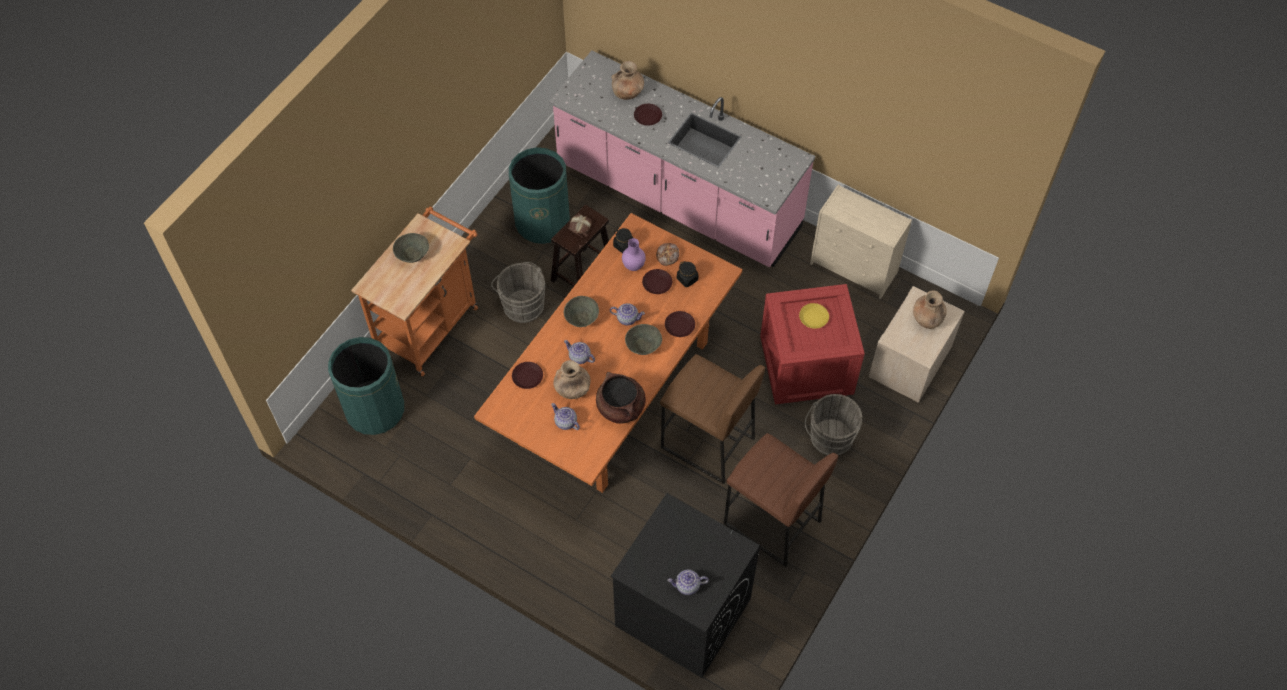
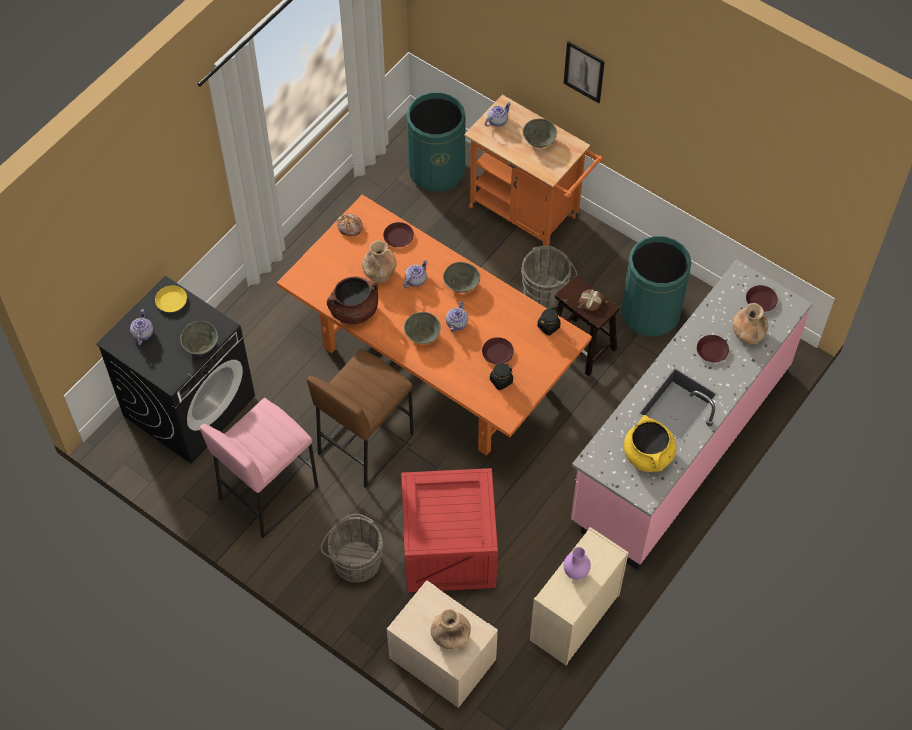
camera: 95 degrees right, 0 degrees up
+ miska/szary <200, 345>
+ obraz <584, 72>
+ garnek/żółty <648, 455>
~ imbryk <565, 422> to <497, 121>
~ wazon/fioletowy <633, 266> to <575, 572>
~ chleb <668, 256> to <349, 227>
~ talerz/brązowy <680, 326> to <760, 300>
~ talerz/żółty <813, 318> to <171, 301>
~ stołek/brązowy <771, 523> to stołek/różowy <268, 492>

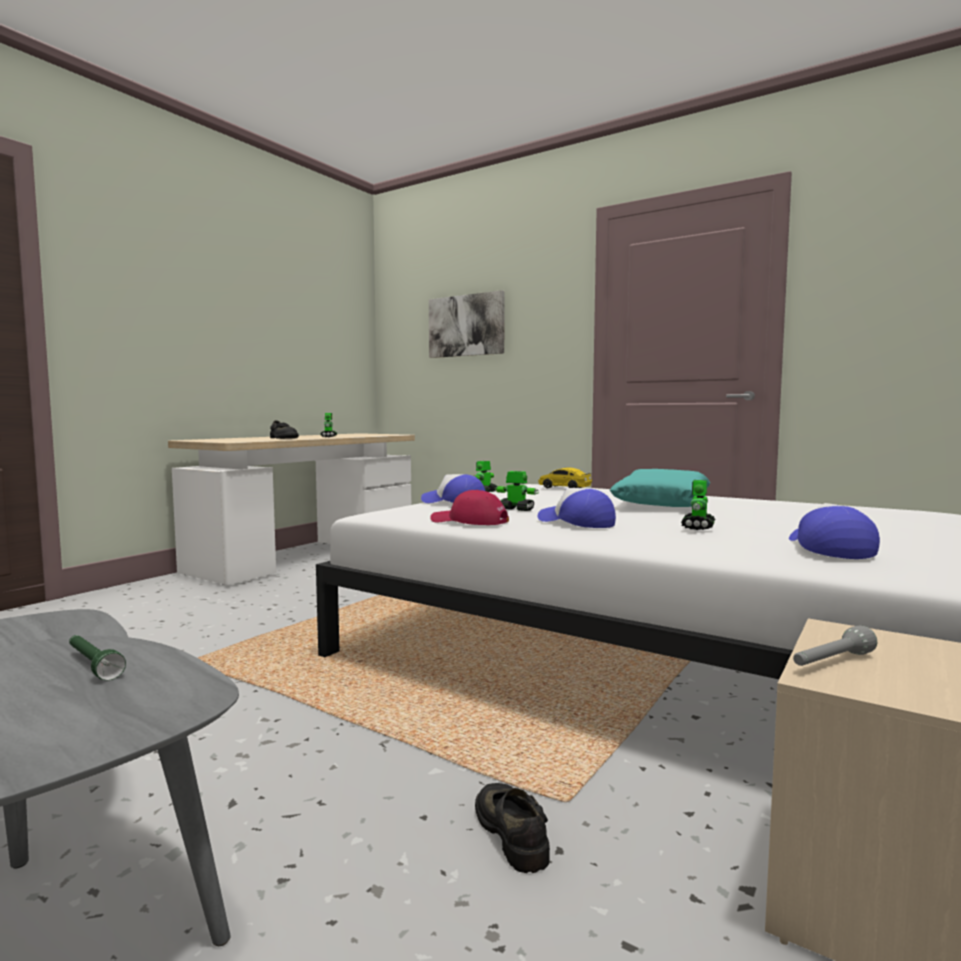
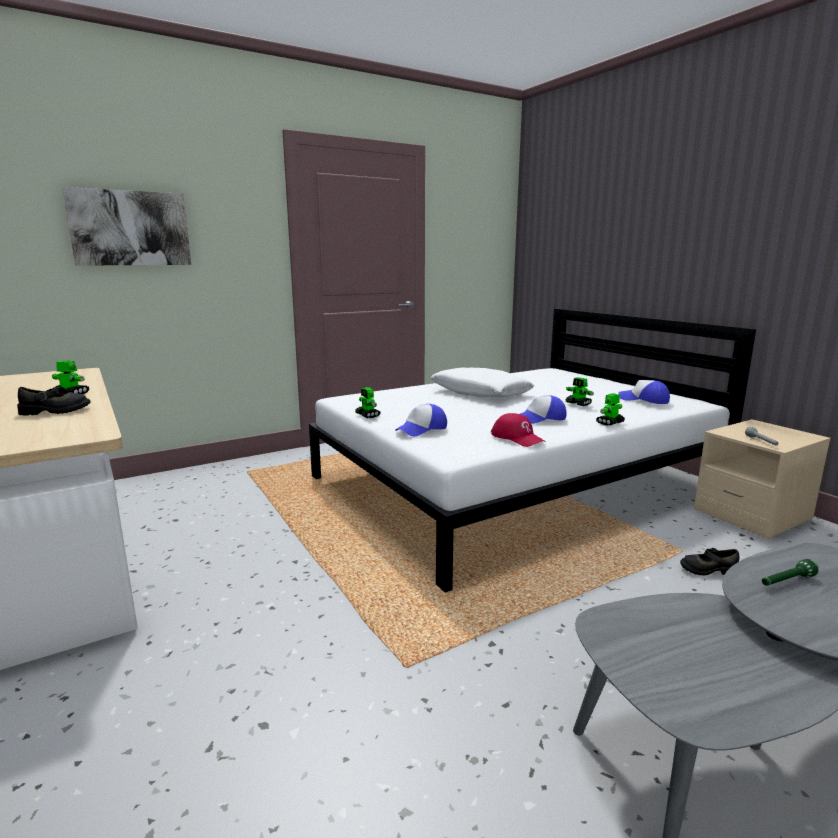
camera: 65 degrees left, 10 degrees up
- samochodzik <564, 488>
~ robot zabawkowy <516, 509> to <609, 423>
~ poduszka/turkusowy <662, 503> to poduszka/biały <480, 393>
~ czapka z daszkiem/czerwony <469, 521> = <517, 438> 90 degrees counterclockwise

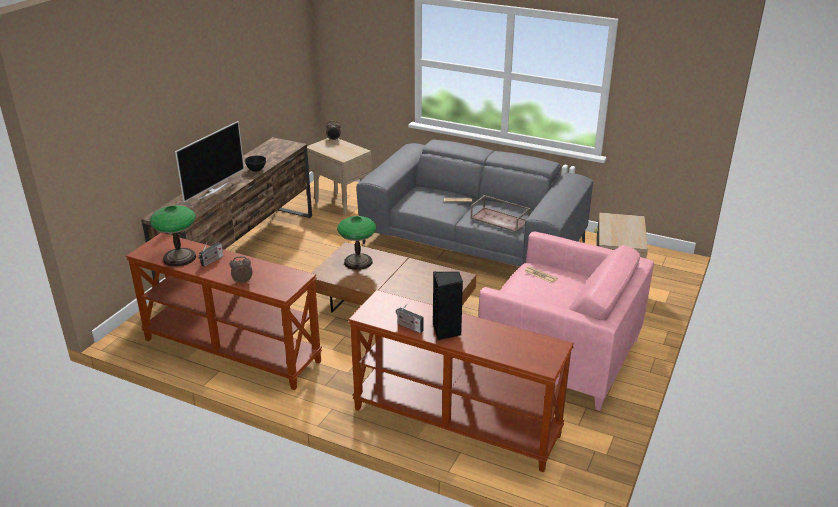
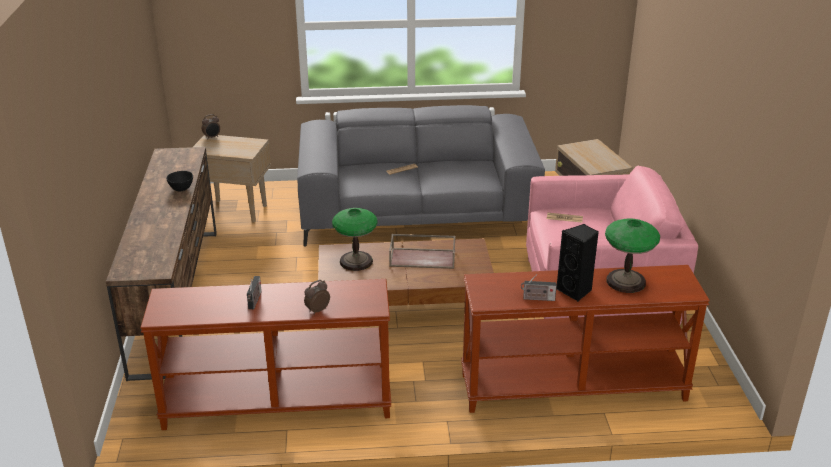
camera: 30 degrees left, 0 degrees up
- telewizor <213, 191>
~ lampa stołowa <180, 258> to <626, 281>
~ taca/brązowy <500, 219> to <423, 258>

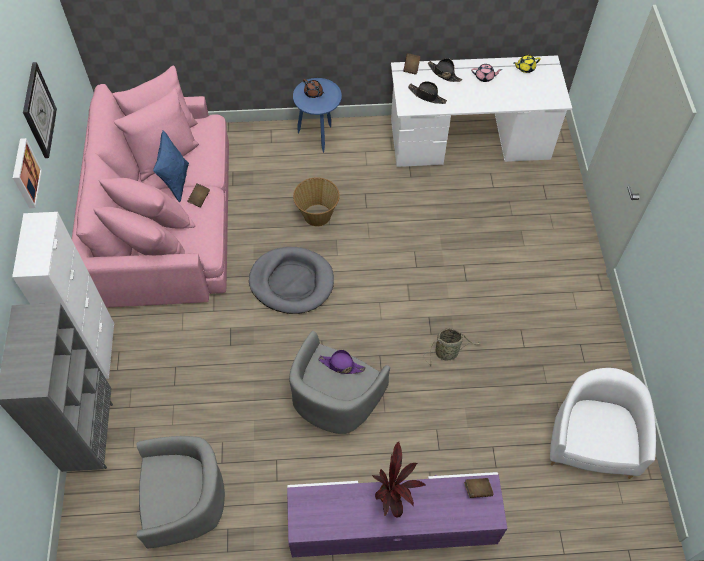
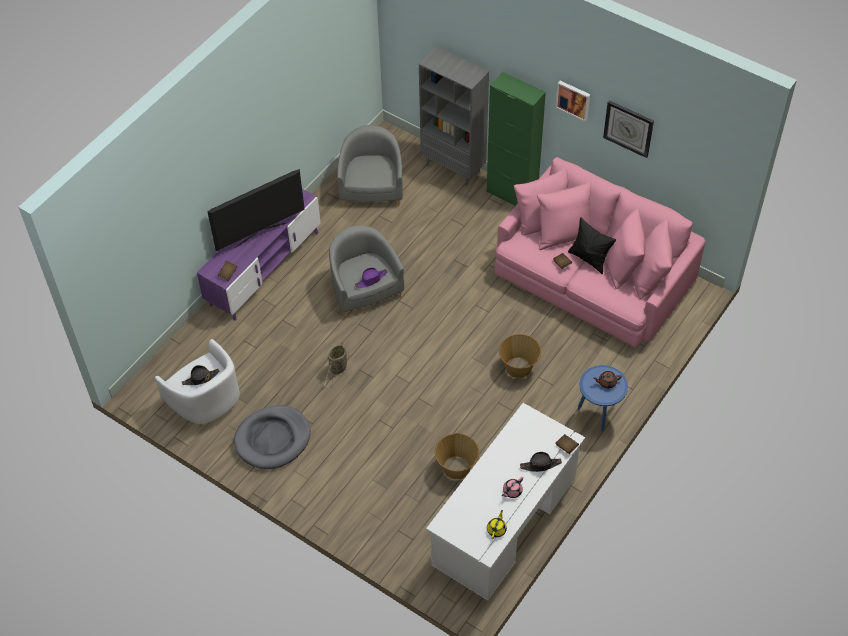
camera: 130 degrees right, 5 degrees down
+ koszyk <456, 468>
~ legowisko/szary <292, 282> to <273, 439>
~ kapelusz/czarny <427, 96> to <200, 378>
~ roślina doniczkowa <394, 502> to telewizor <261, 234>
~ szafka/biały <97, 351> to szafka/zielony <511, 195>
~ poduszka/niebieski <176, 182> to poduszka/czarny <589, 259>
~ fotel/szary <185, 502> = <372, 188> 150 degrees clockwise

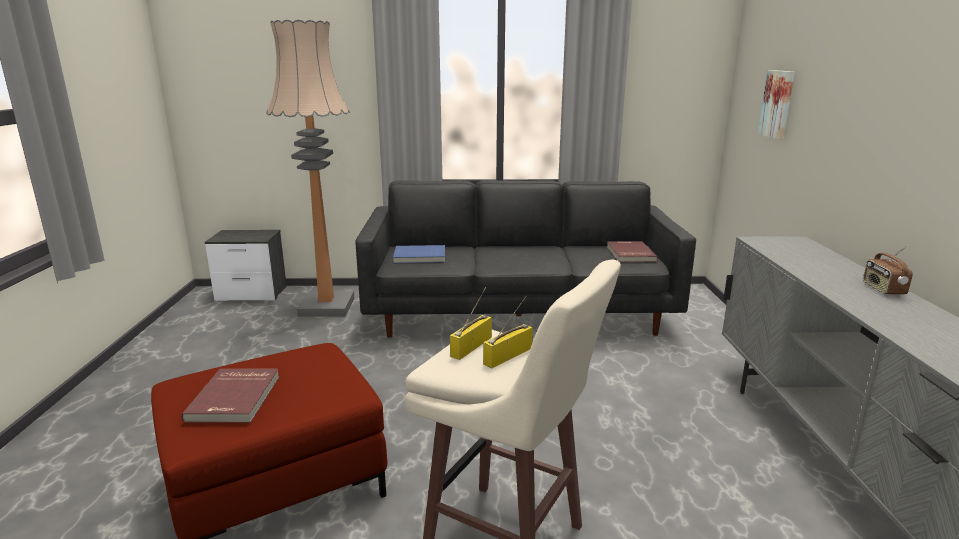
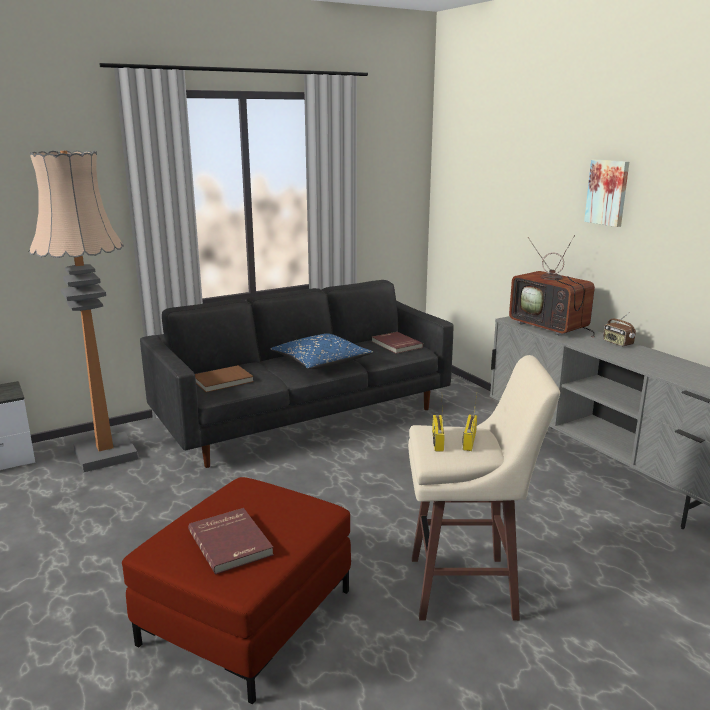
camera: 30 degrees left, 0 degrees up
+ poduszka/niebieski <321, 362>
+ telewizor <551, 327>
~ obraz <778, 104> to <608, 192>
~ książka/niebieski <419, 257> to książka/brązowy <223, 381>

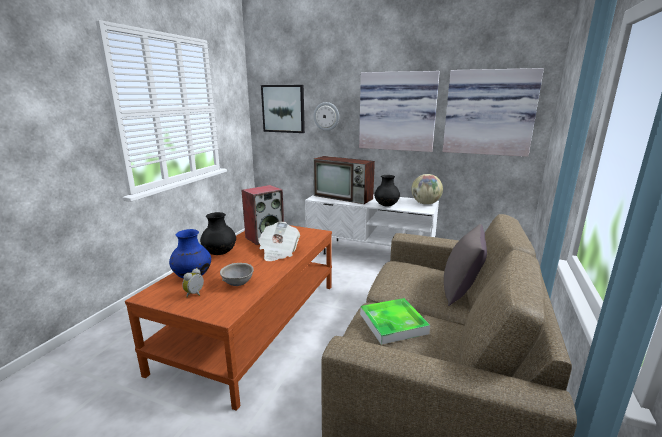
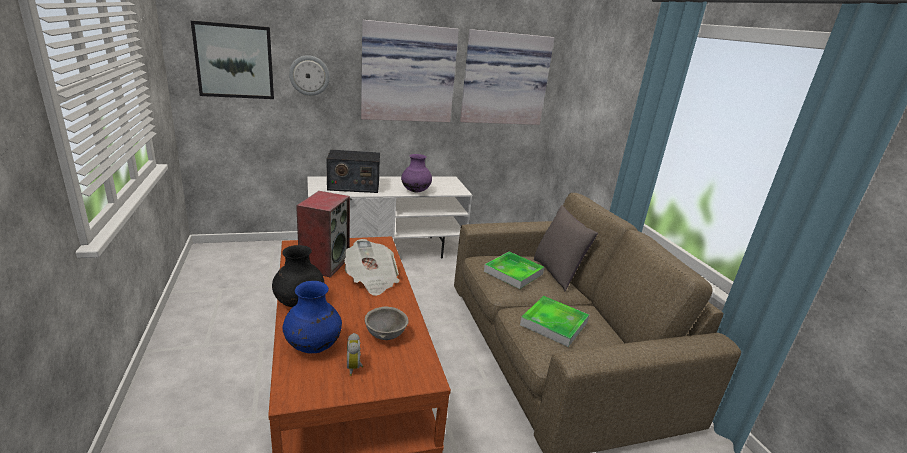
camera: 40 degrees left, 5 degrees up
- globus <425, 203>
+ taca <513, 273>
~ telewizor <344, 197> to radio <353, 186>
~ wazon/czarny <386, 206> to wazon/fioletowy <415, 191>

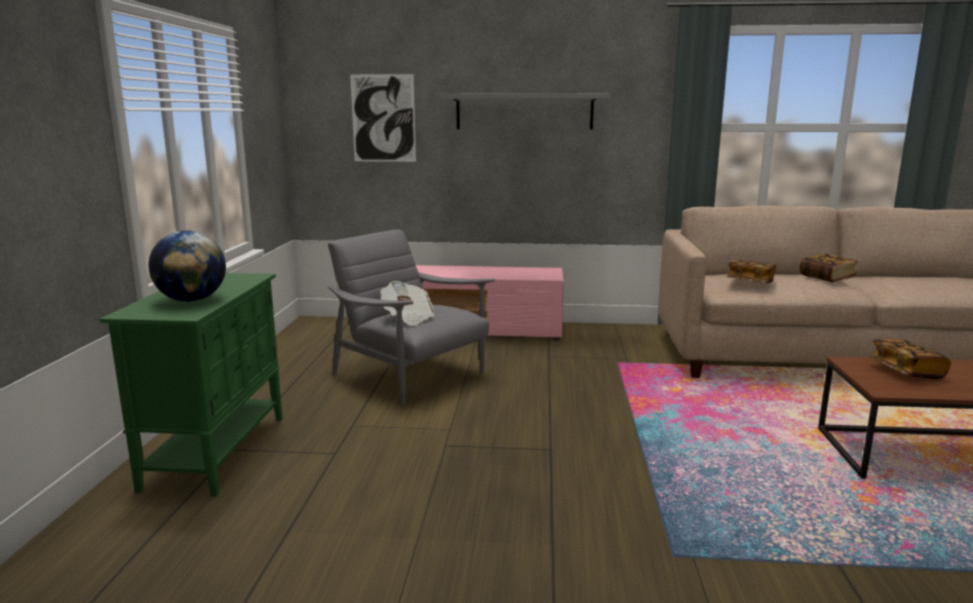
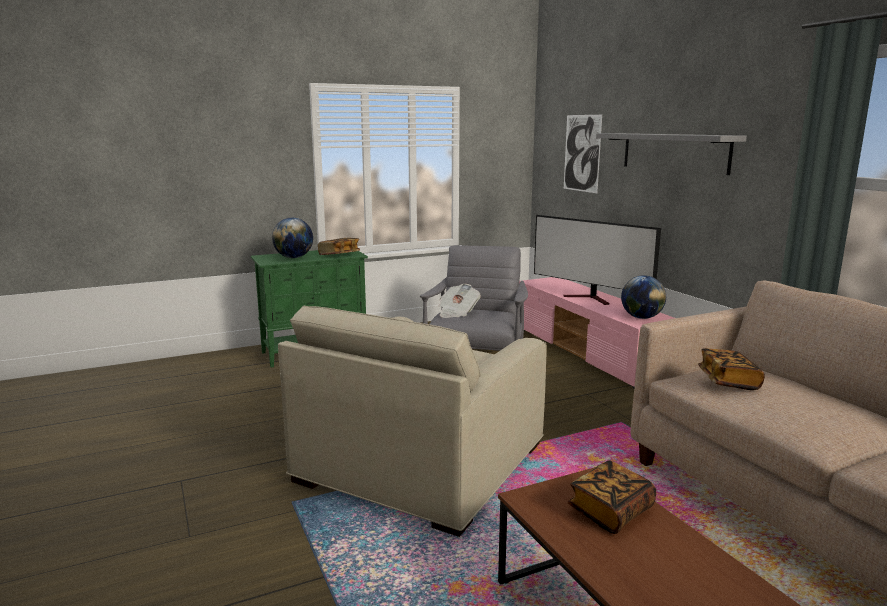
camera: 60 degrees right, 0 degrees up
+ fotel/beżowy <421, 462>
+ telewizor <591, 299>
+ globus <641, 317>
~ książka <827, 278> to <339, 255>

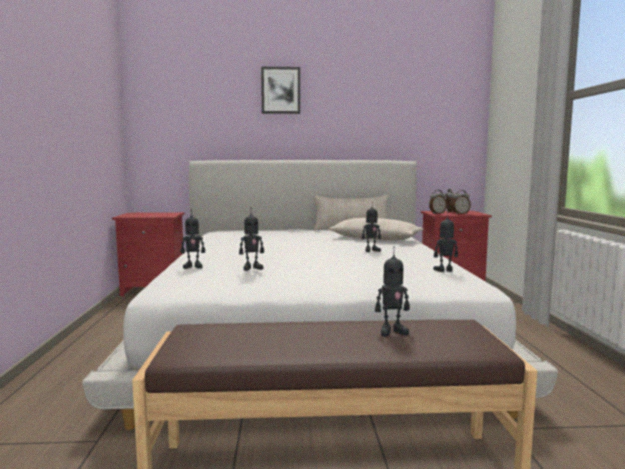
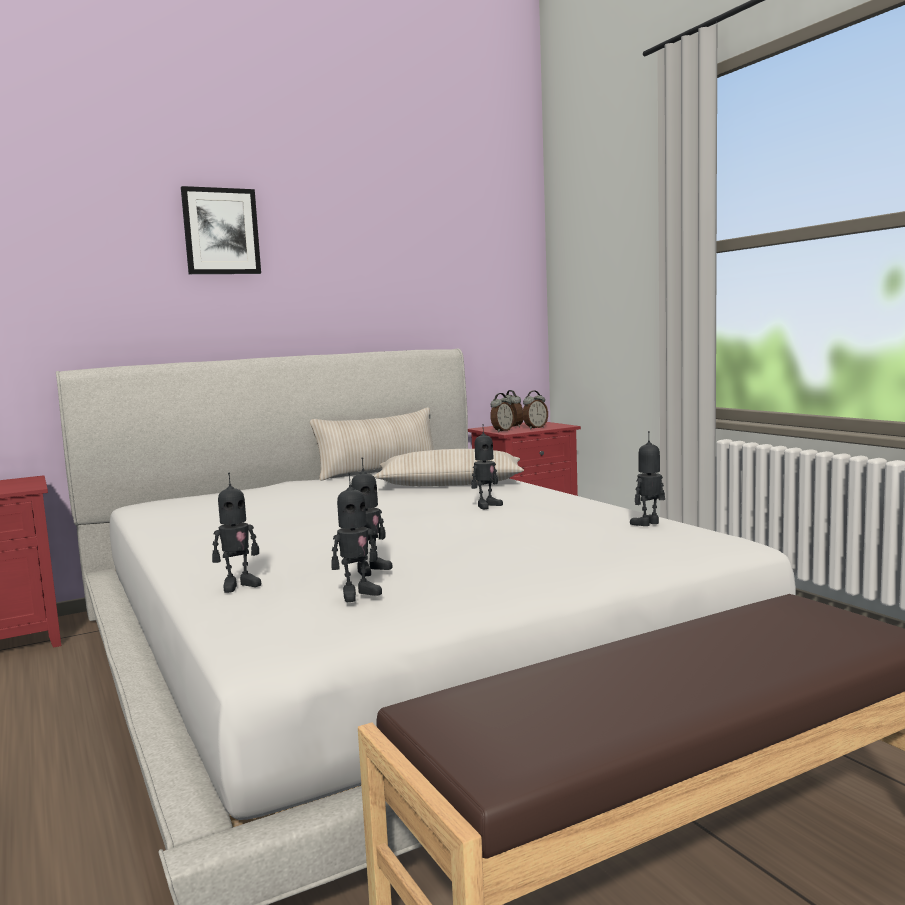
camera: 25 degrees left, 0 degrees up
~ robot zabawkowy <392, 331> to <357, 594>

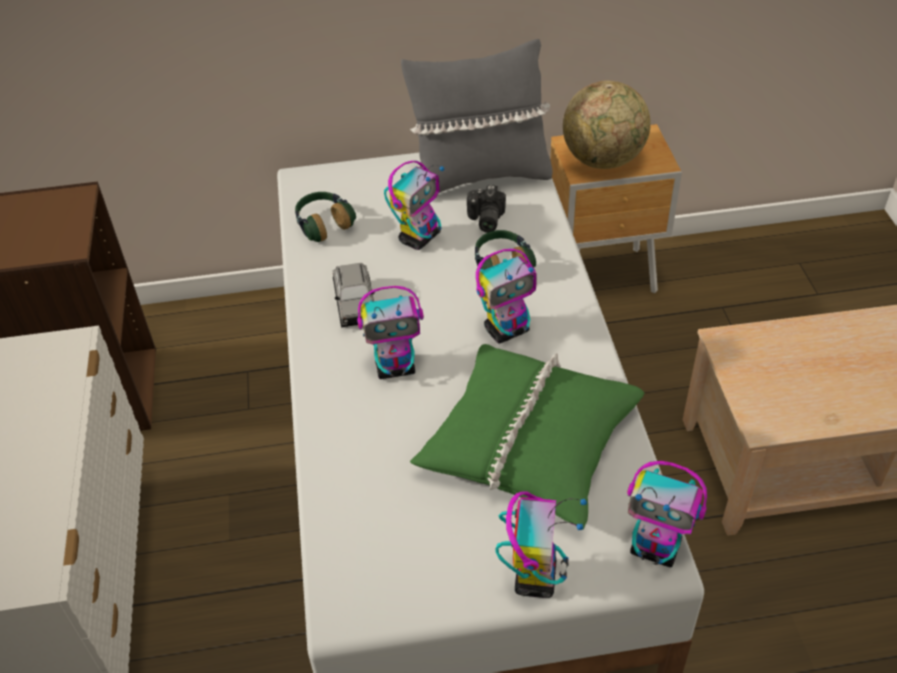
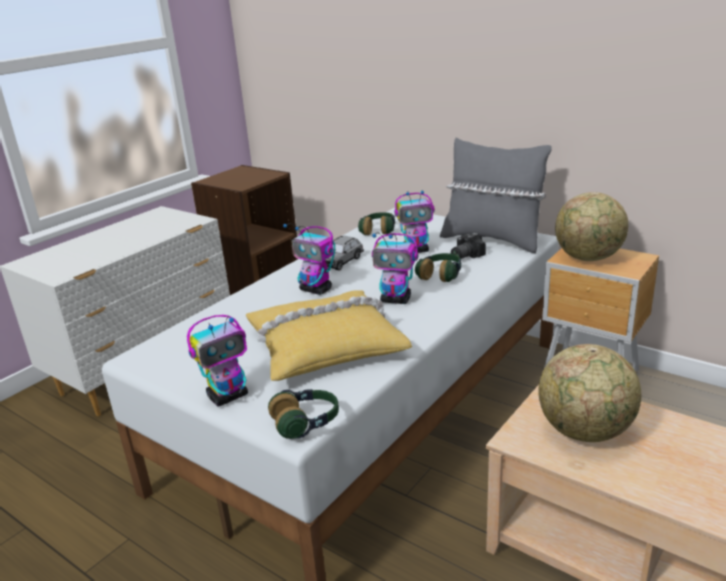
camera: 45 degrees right, 20 degrees down
+ globus <585, 431>
~ robot zabawkowy <656, 548> to słuchawki <306, 423>
~ poduszka/zielony <529, 442> to poduszka/żółty <325, 345>

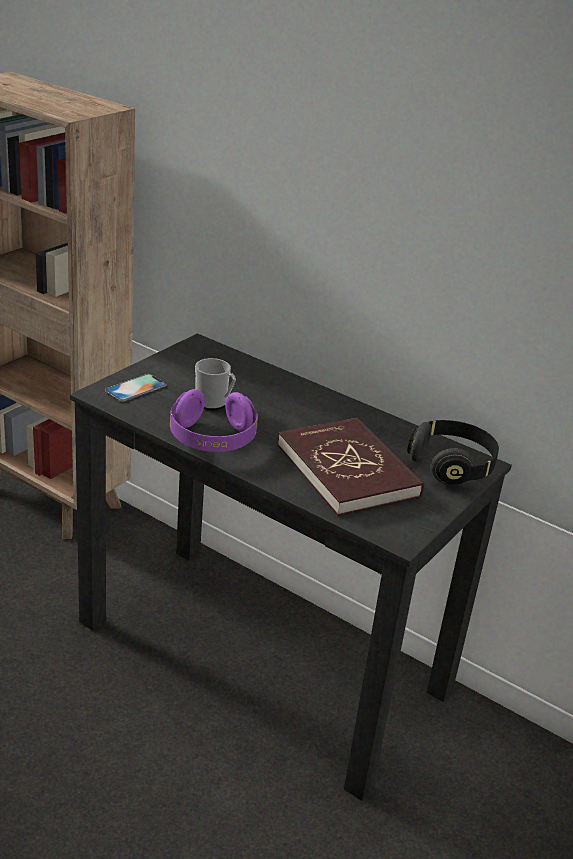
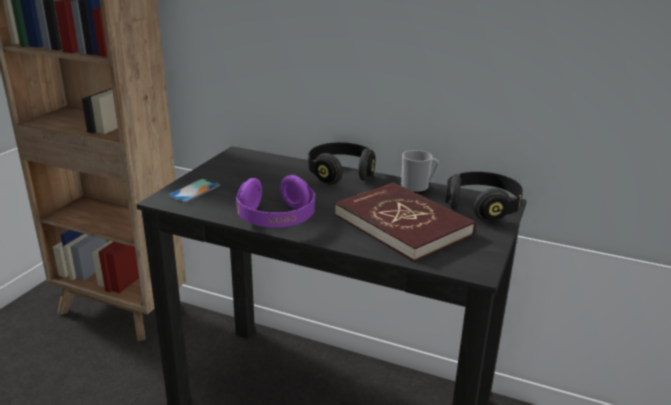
camera: 10 degrees left, 5 degrees down
+ słuchawki/czarny <340, 174>
~ kubek <214, 403> to <417, 188>

